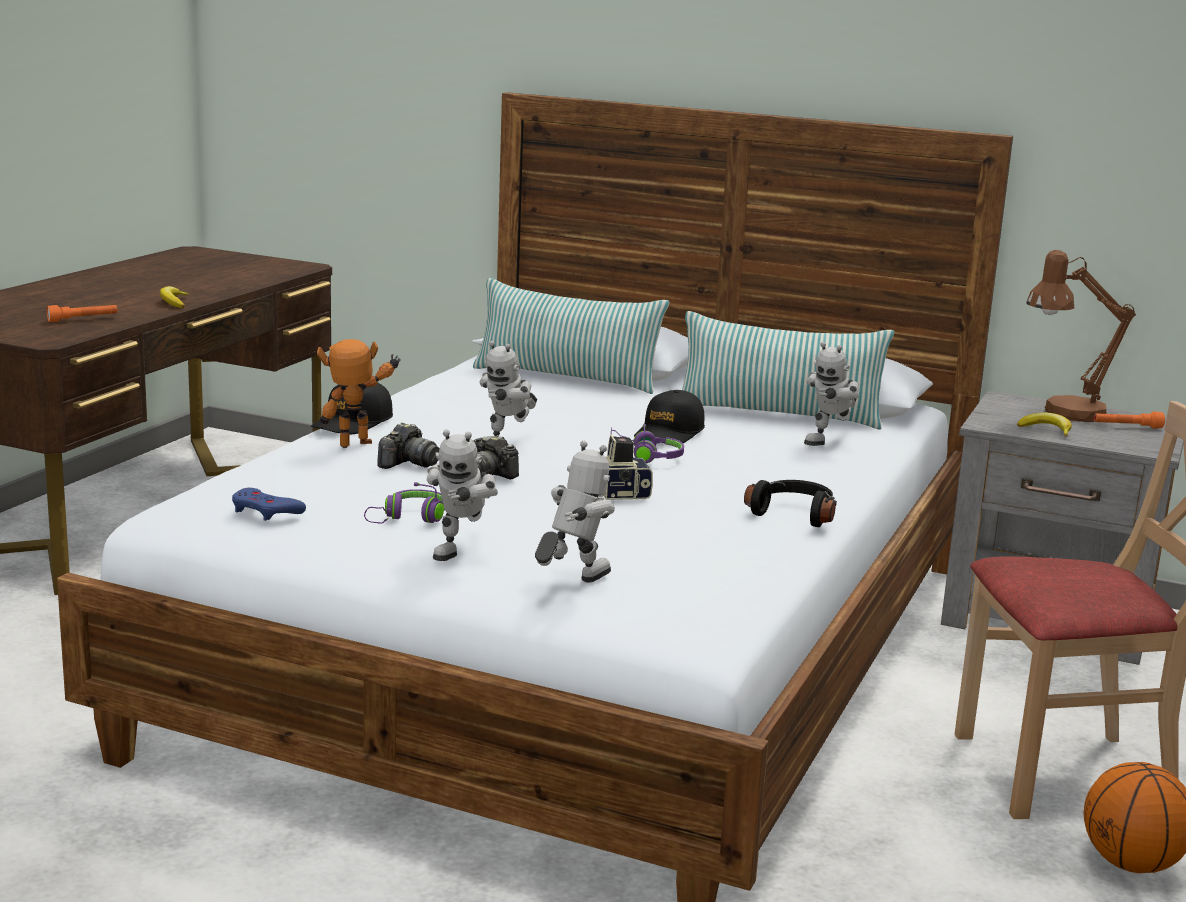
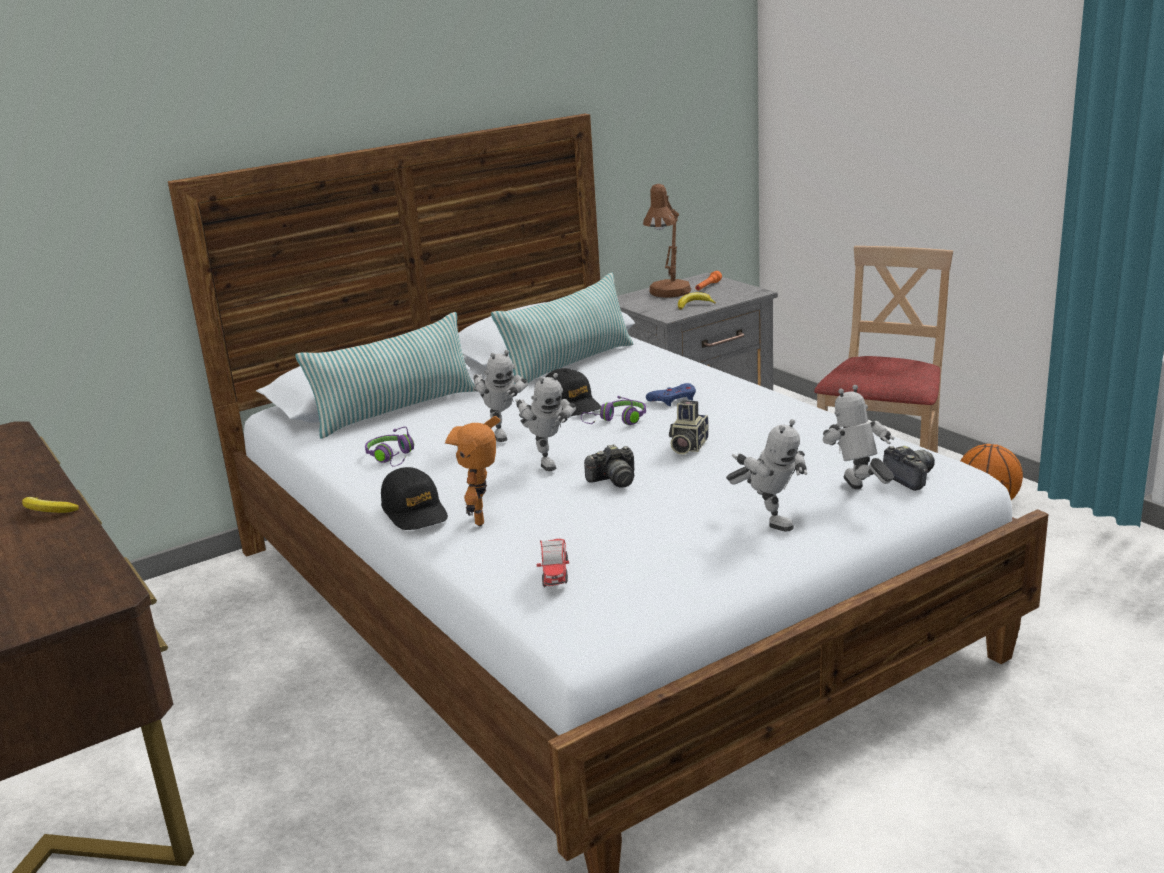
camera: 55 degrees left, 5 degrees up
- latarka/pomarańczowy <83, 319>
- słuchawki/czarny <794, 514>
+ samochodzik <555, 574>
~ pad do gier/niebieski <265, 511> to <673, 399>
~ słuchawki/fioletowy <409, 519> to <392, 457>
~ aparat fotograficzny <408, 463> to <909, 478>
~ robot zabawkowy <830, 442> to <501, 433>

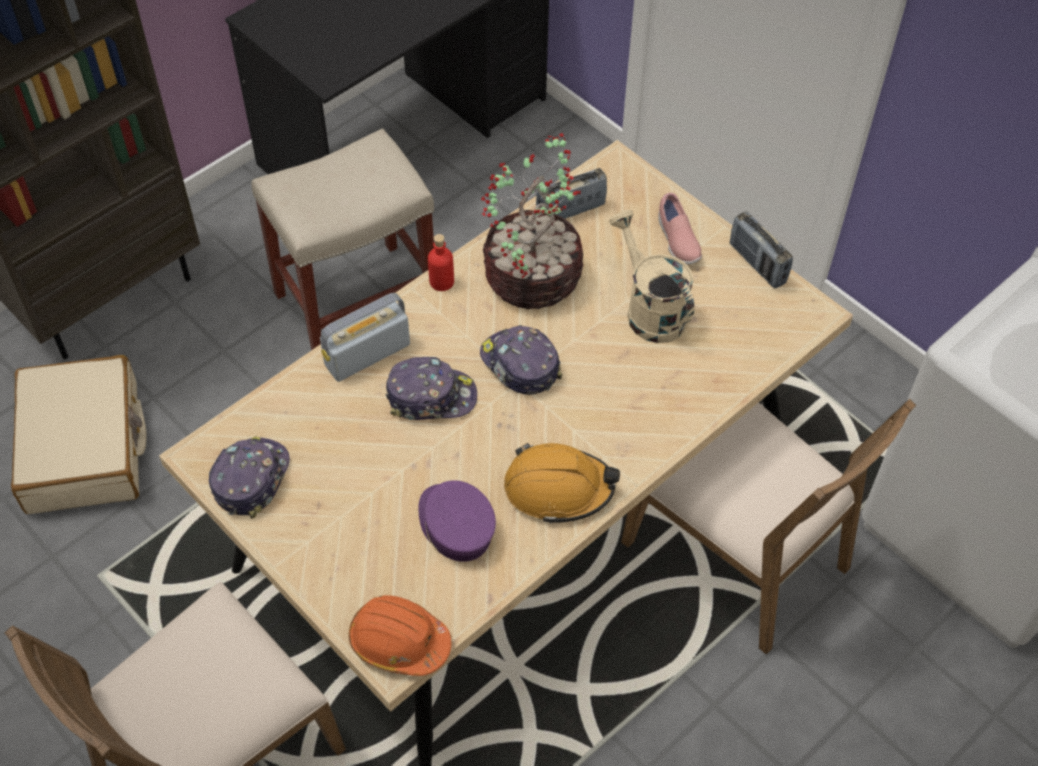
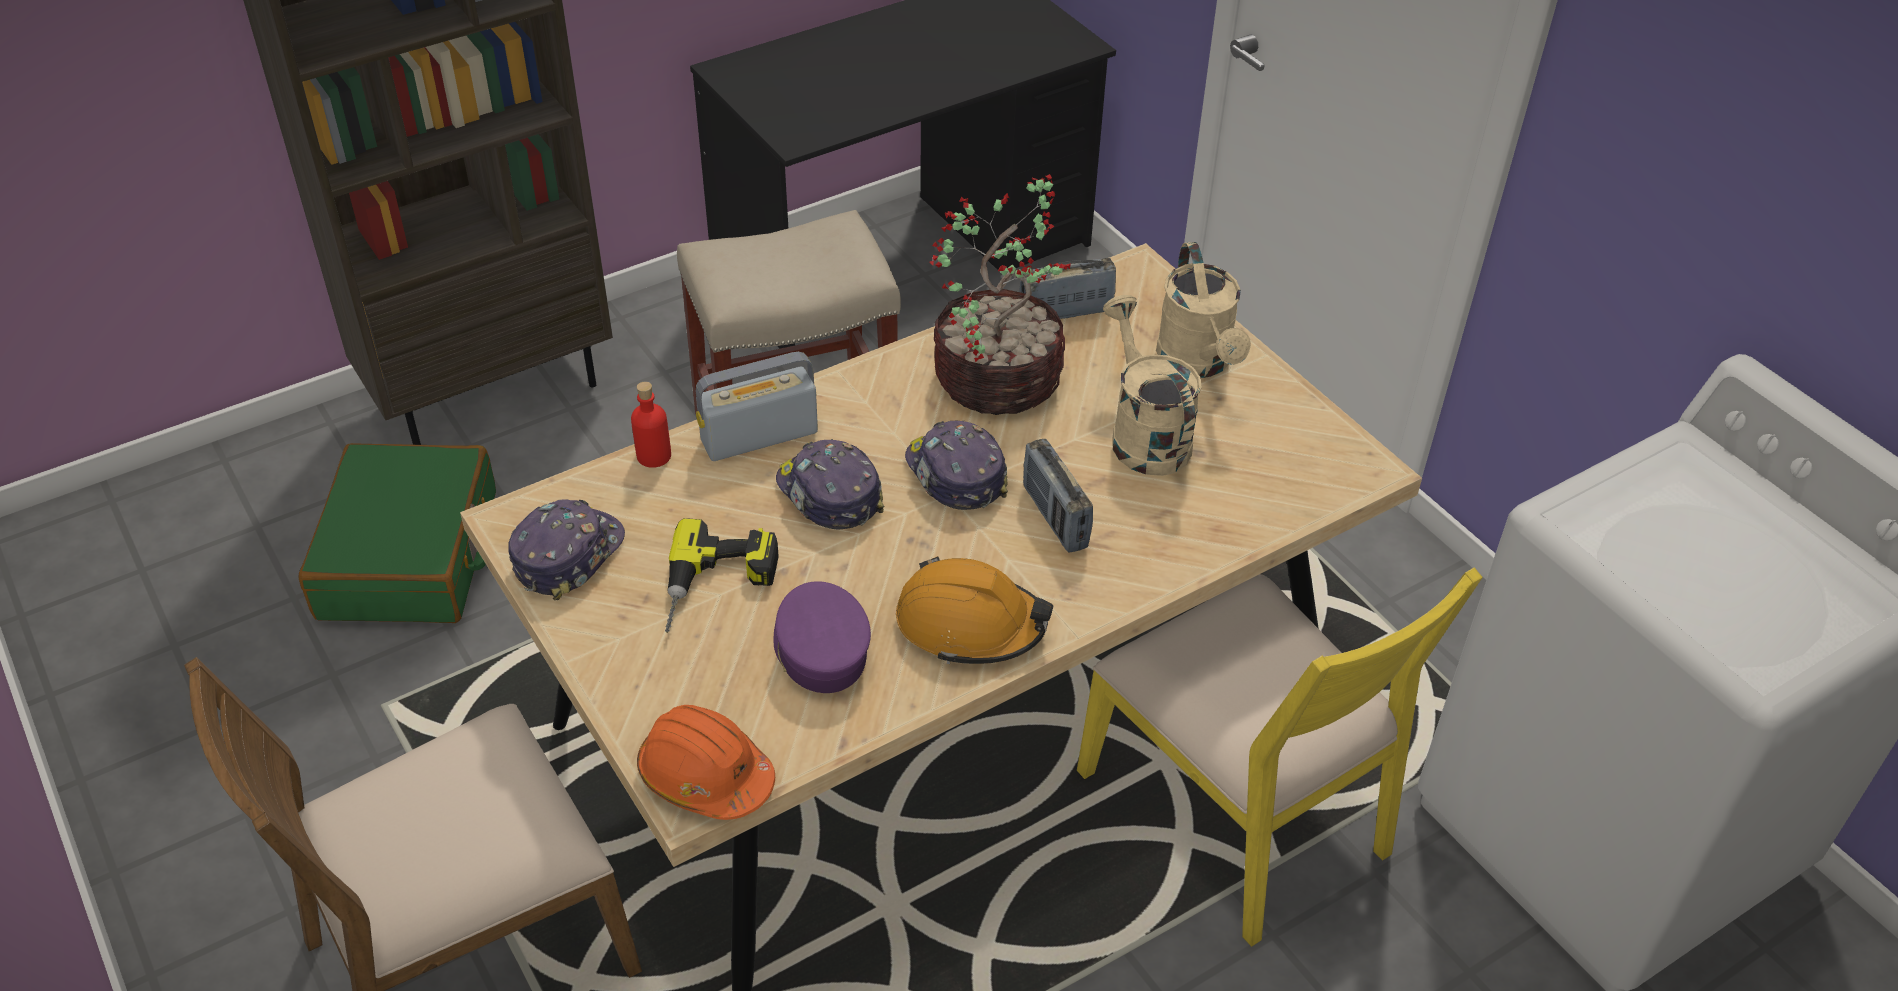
camera: 10 degrees right, 10 degrees down
+ wiertarka <718, 588>
~ butelka/czerwony <441, 281> to <654, 456>
~ radio <757, 264> to <1054, 517>
~ but/różowy <677, 241> to konewka/beżowy <1198, 363>
~ walizka/beżowy <84, 448> to walizka/zielony <410, 555>
~ krzesło/brązowy <739, 554> to krzesło/żółty <1237, 811>
~ czapka z daszkiem <431, 396> = <828, 495> 135 degrees counterclockwise

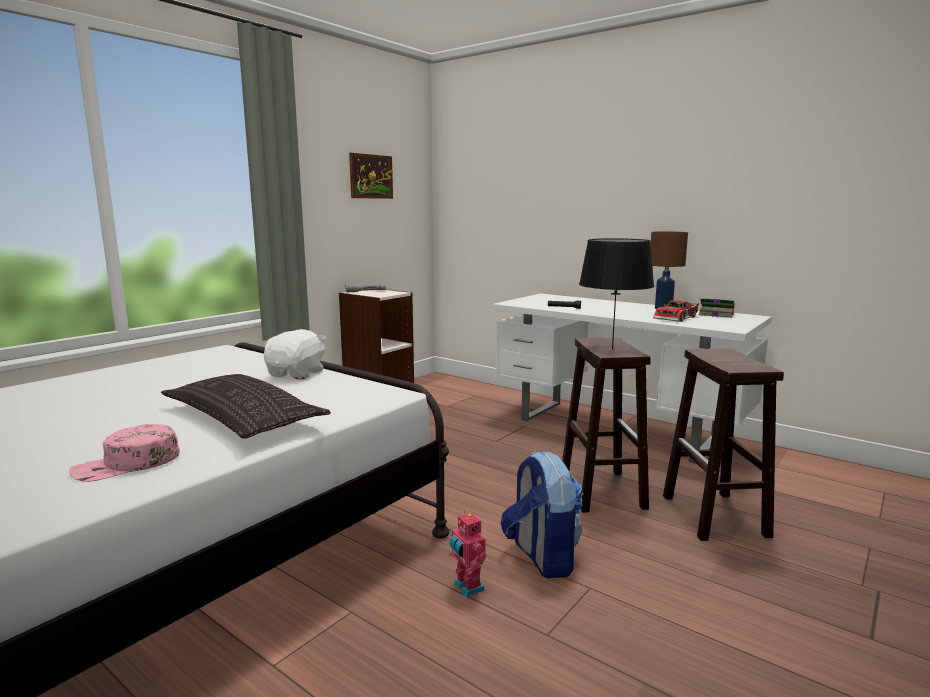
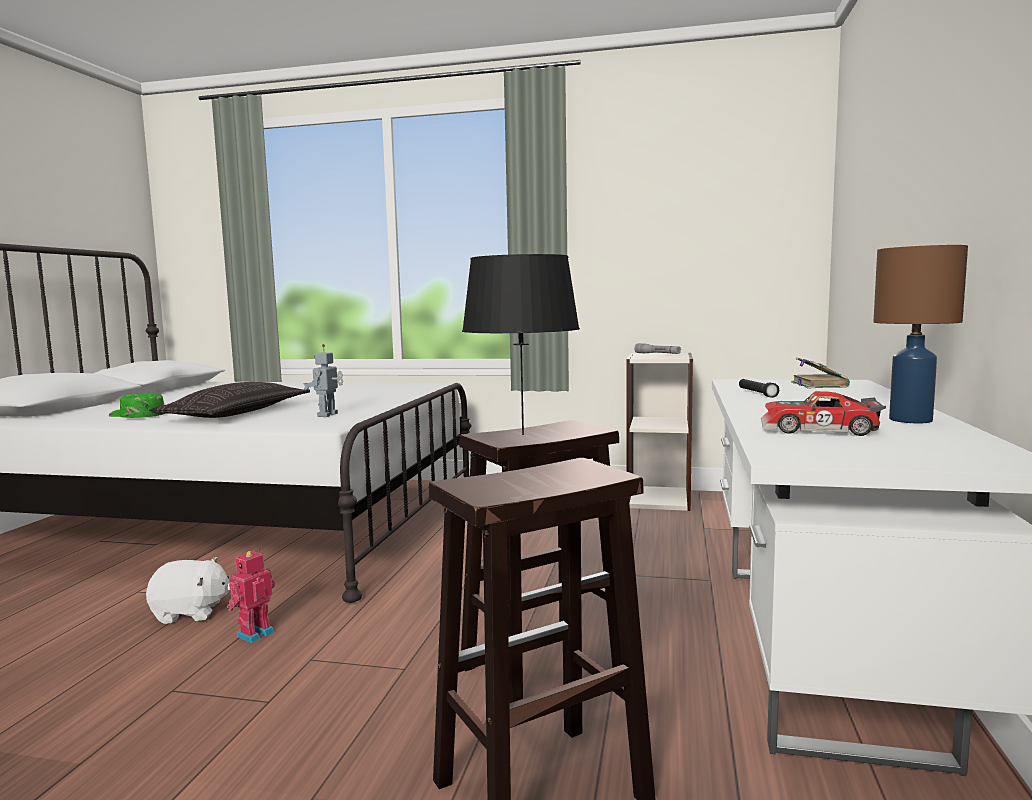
camera: 65 degrees right, 5 degrees down
- obraz <371, 176>
- plecak <541, 557>
+ robot zabawkowy <328, 415>
~ pluszak/biały <297, 374> to <190, 613>
~ książka <715, 314> to <818, 385>
~ czapka z daszkiem/różowy <127, 464> to czapka z daszkiem/zielony <137, 415>

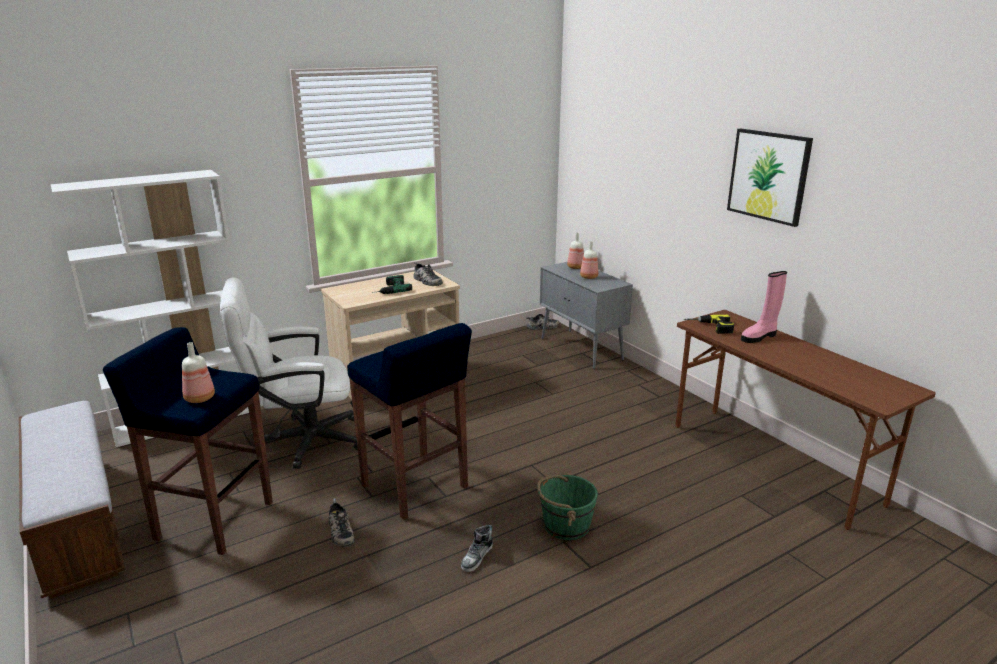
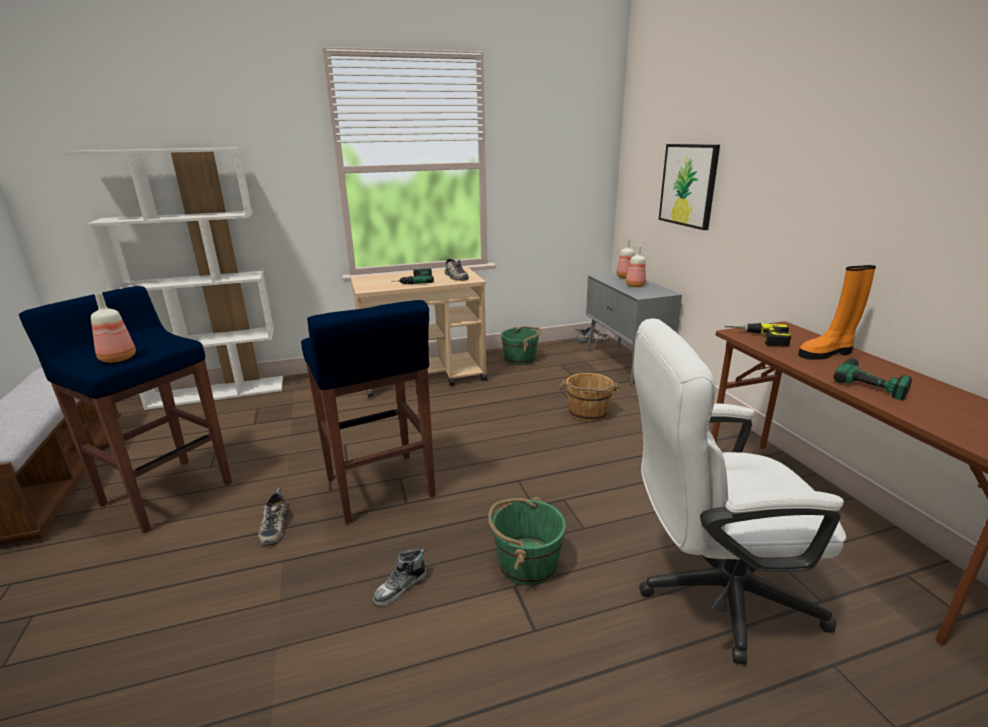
camera: 15 degrees right, 0 degrees up
+ wiadro/zielony <520, 359>
+ wiadro/brązowy <587, 413>
+ wiertarka <872, 380>
~ krzesło biurowe/biały <300, 441> to <710, 591>
~ obraz <768, 176> to <688, 185>
~ but z cholewką/różowy <759, 337> to but z cholewką/pomarańczowy <826, 353>

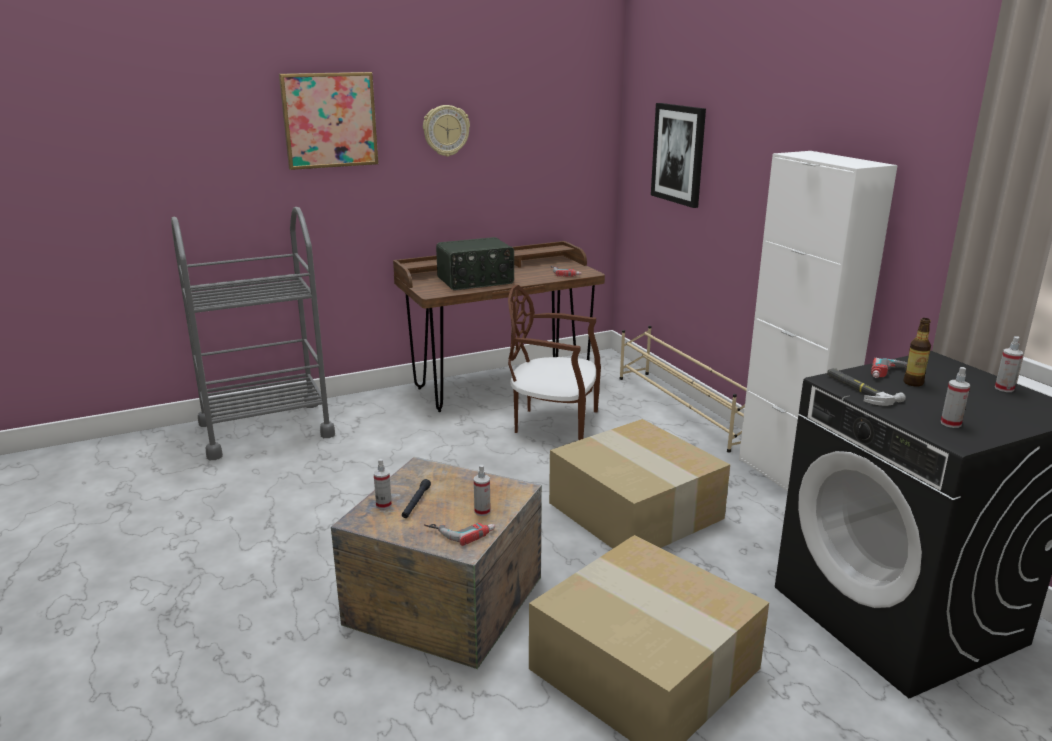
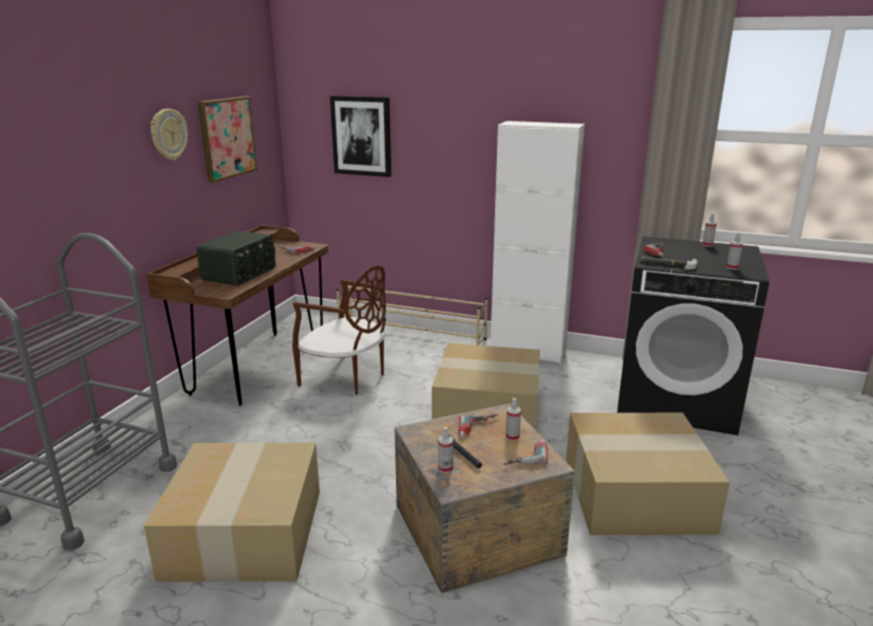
camera: 45 degrees left, 0 degrees up
- butelka <913, 383>
+ karton <243, 531>
+ wiertarka <478, 429>
~ obraz <329, 120> to <227, 138>
~ krzesło/brązowy <554, 424> = <346, 378> 120 degrees counterclockwise

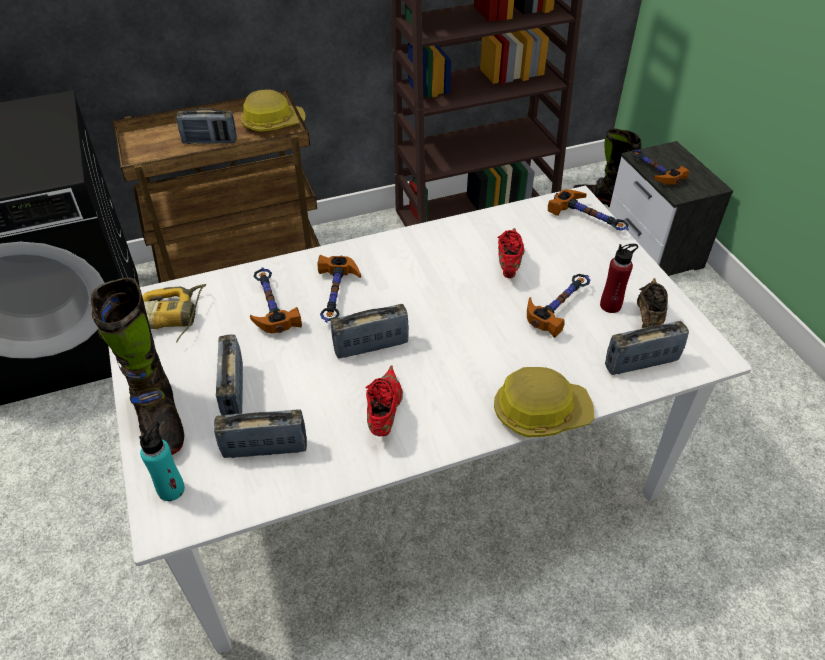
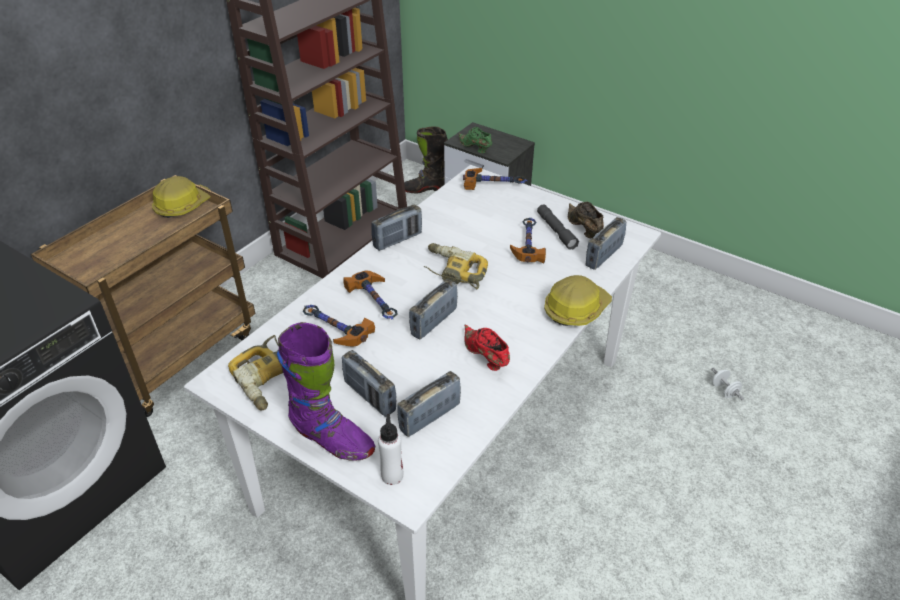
camera: 35 degrees left, 5 degrees down
- but/czerwony <509, 263>
+ wiertarka <453, 272>
+ hantel/biały <724, 391>
~ radio <210, 141> to <397, 240>
~ butelka/czerwony <610, 305> to latarka/szary <556, 231>
~ młotek <652, 172> to but/zielony <475, 148>
~ but z cholewką/czarny <159, 418> to but z cholewką/fioletowy <332, 439>
~ butelka/turkusowy <171, 489> to butelka/biały <392, 475>

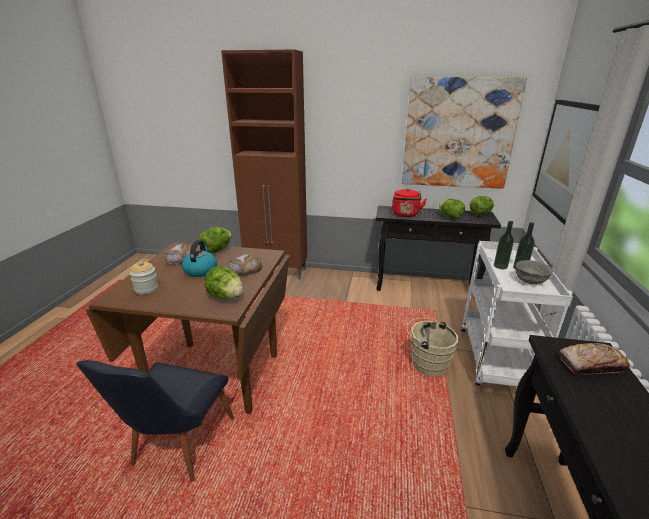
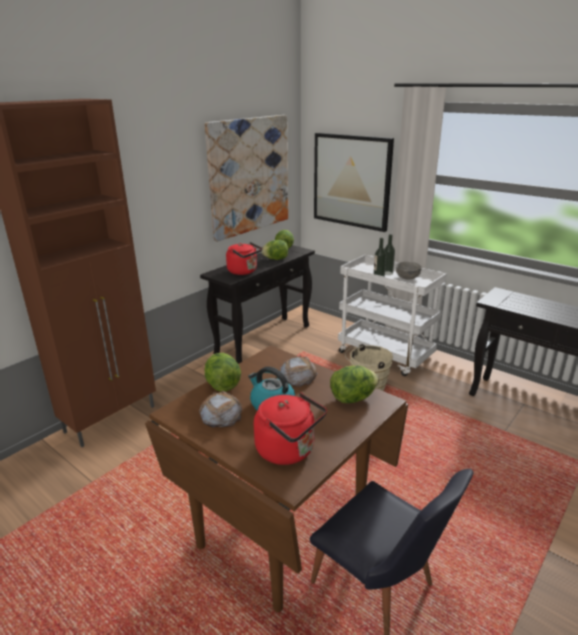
camera: 60 degrees left, 0 degrees up
- chleb <591, 364>
~ słoik <146, 289> to czajnik/czerwony <289, 451>

